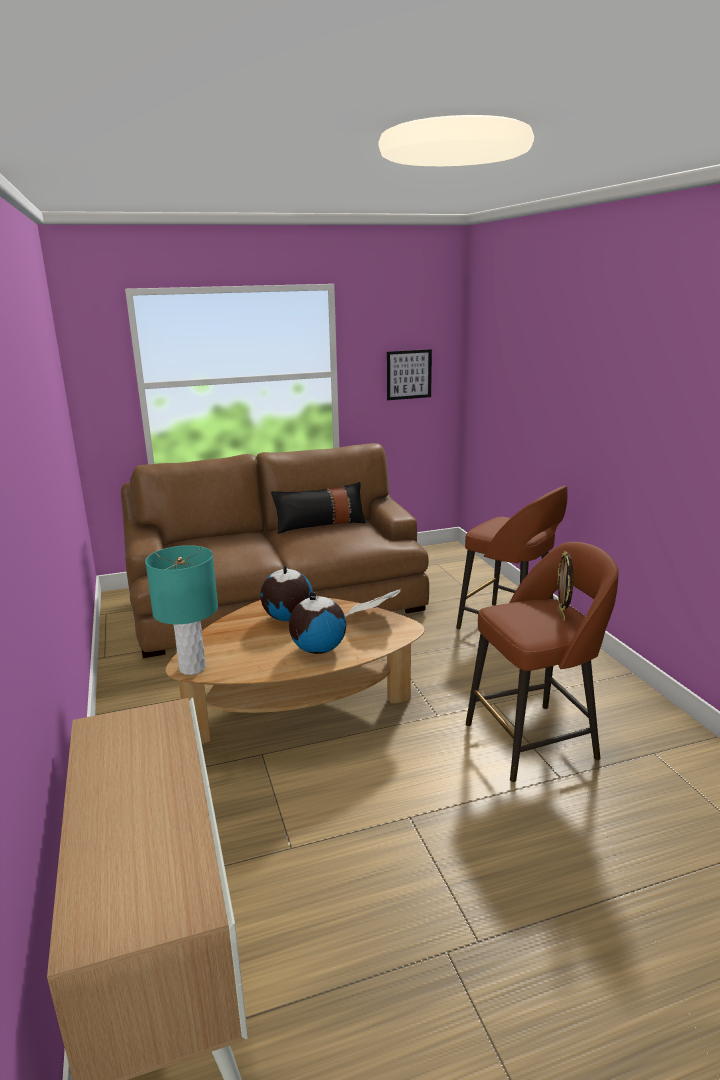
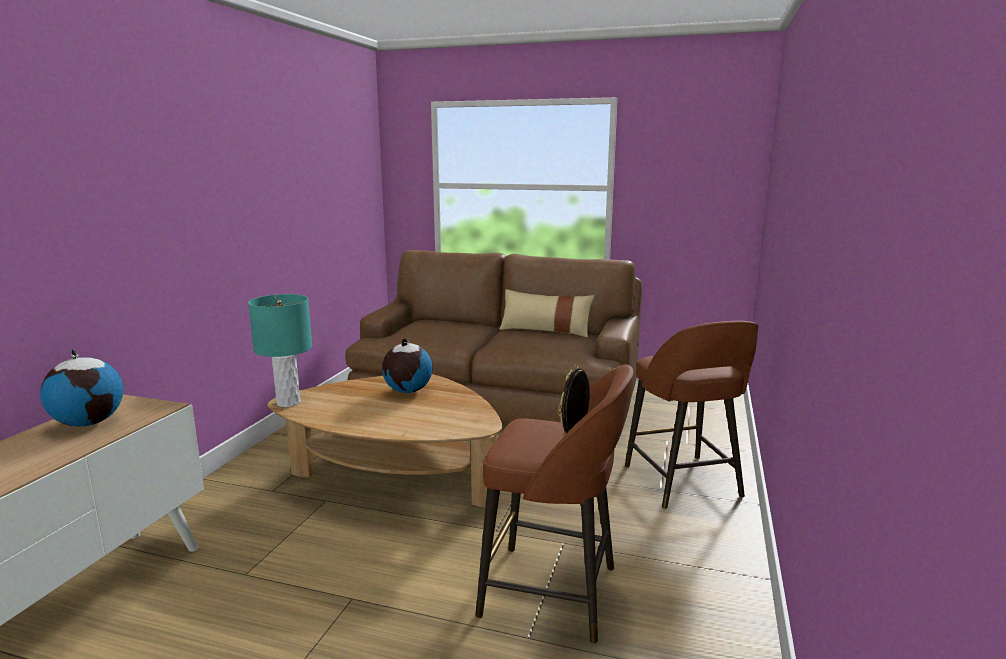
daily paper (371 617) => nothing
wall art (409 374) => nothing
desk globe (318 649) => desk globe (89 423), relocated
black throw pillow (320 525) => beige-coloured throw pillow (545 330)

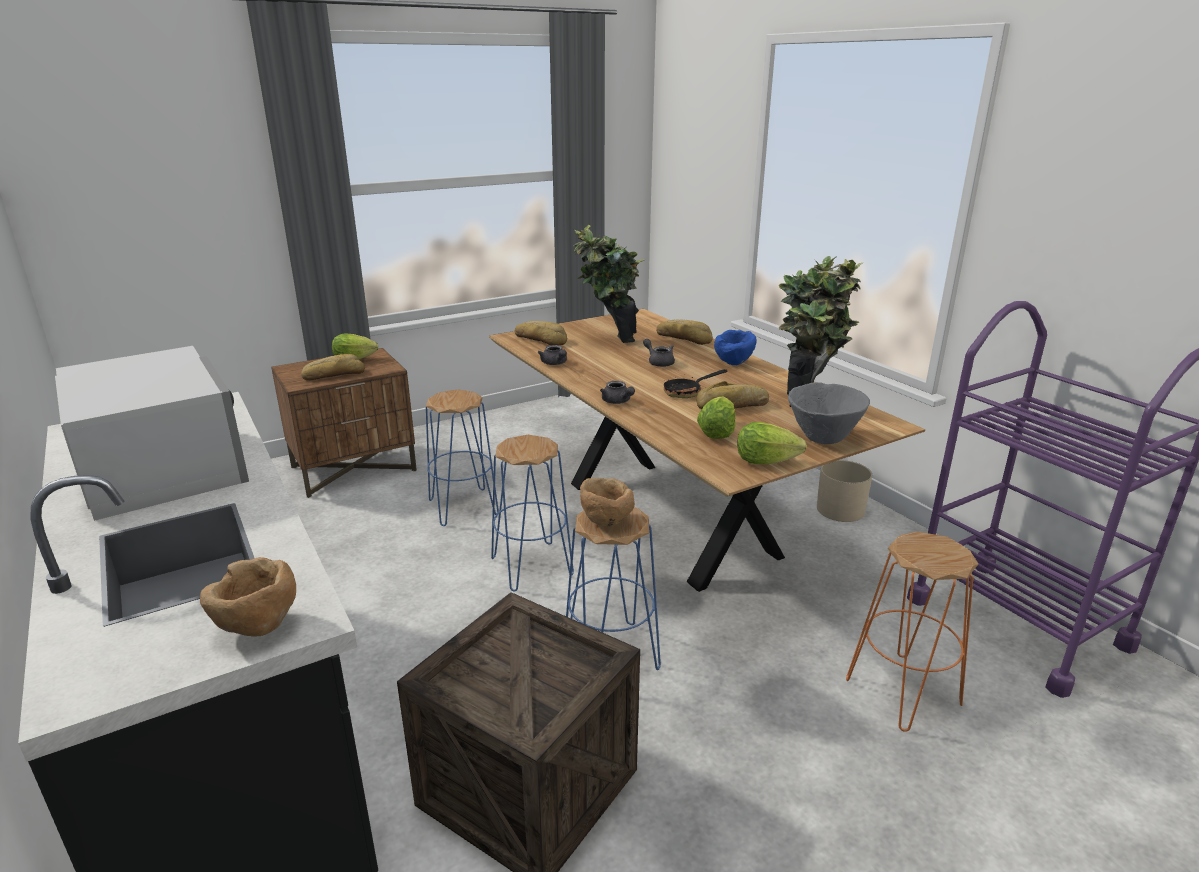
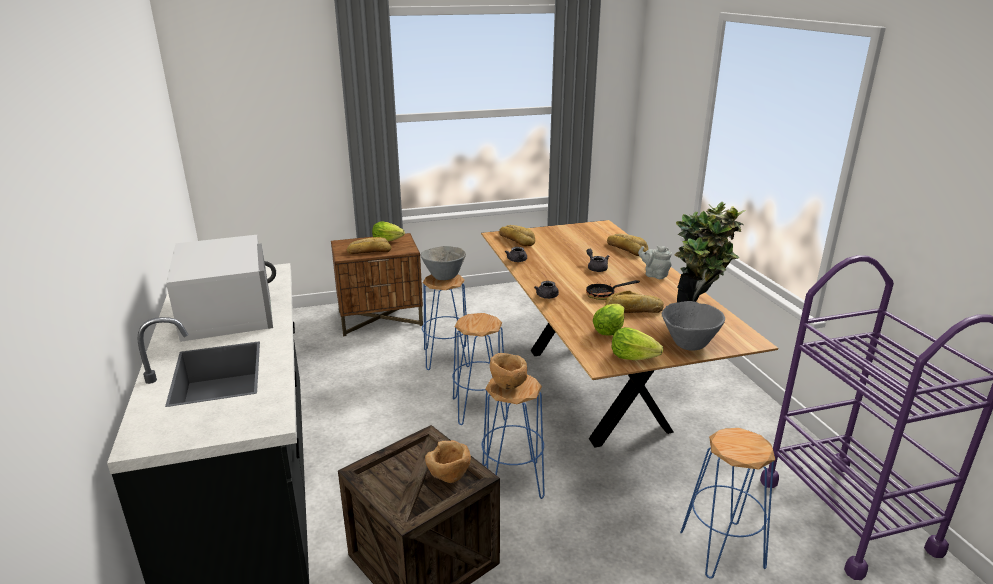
plant in a pot (609 343) => nothing
beige-coloured planter (840 510) => nothing
nothing => greyish deep dish (444 277)
brown-coloured deep dish (257 628) => brown-coloured deep dish (448 477), relocated
blue-coloured deep dish (734 364) => greyish tea pot (654 275)
orangey stool (902 692) => blue-coloured stool (721 549)

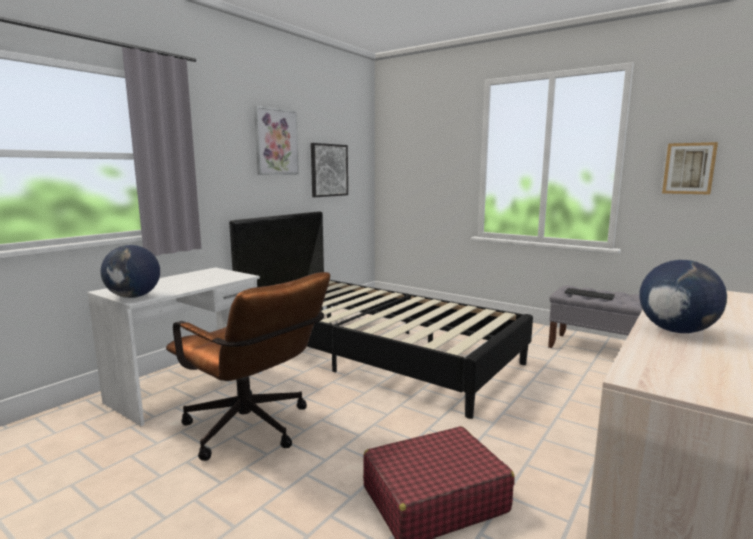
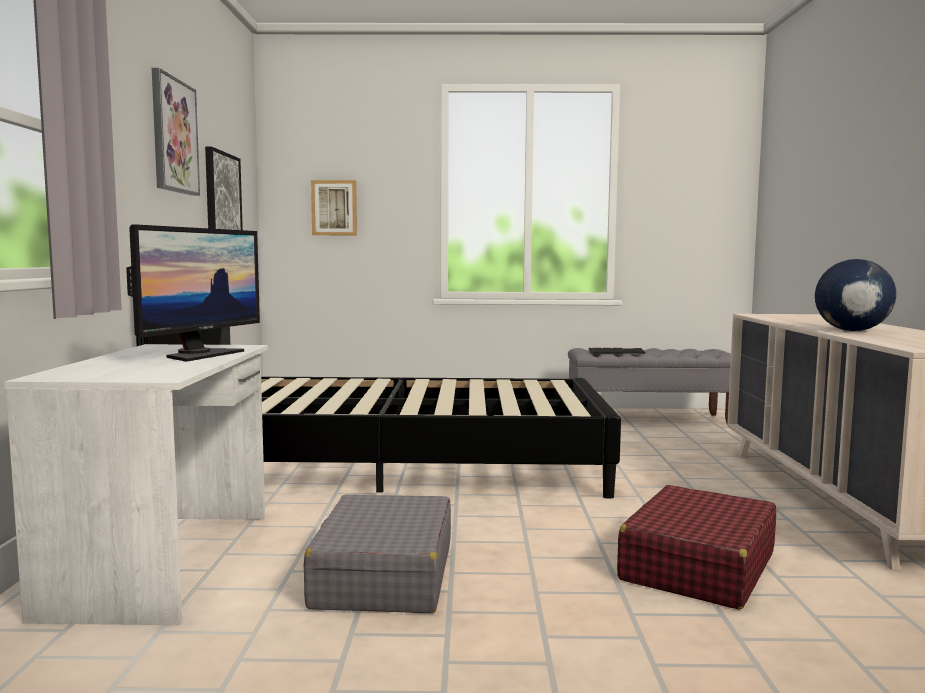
desk globe (134 297) => nothing
nothing => computer display (200 355)
wall art (689 168) => wall art (334 208), relocated
brown-coloured office chair (253 430) => greyish piece of luggage (383 576)

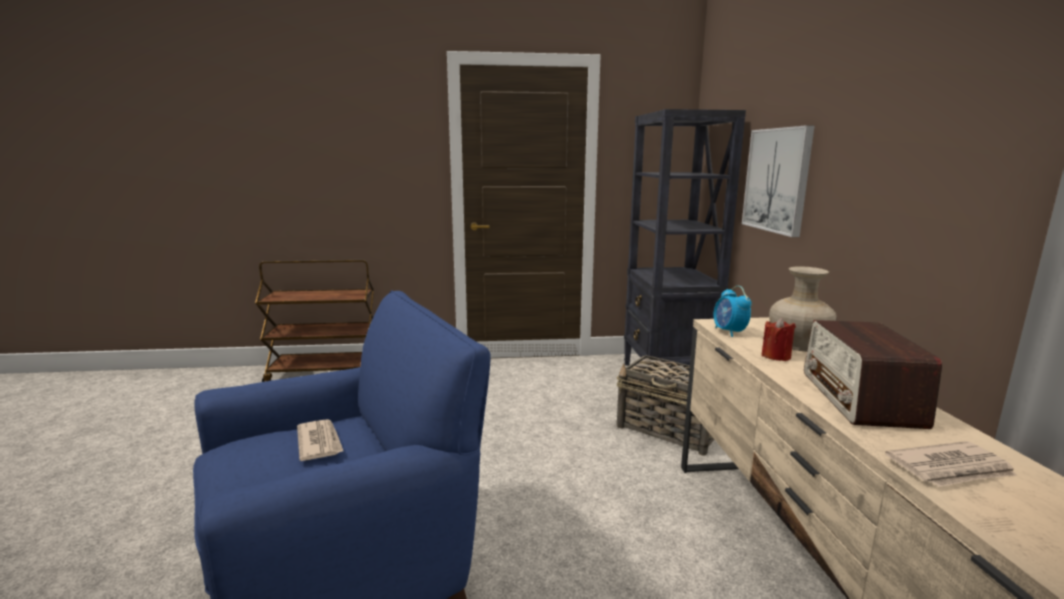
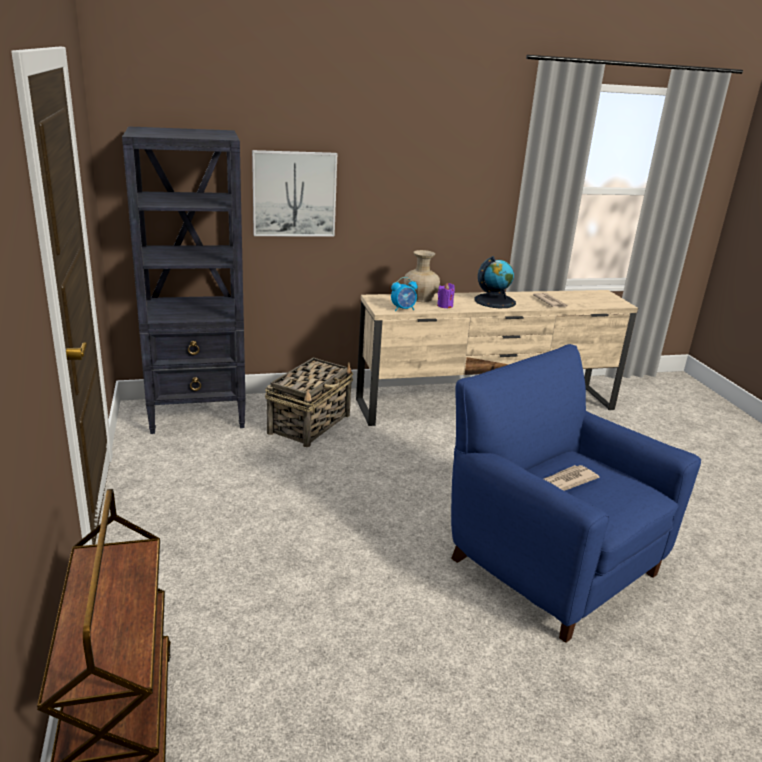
radio (860 399) => desk globe (494 301)
red-coloured wax light (776 356) => purplish wax light (445 306)

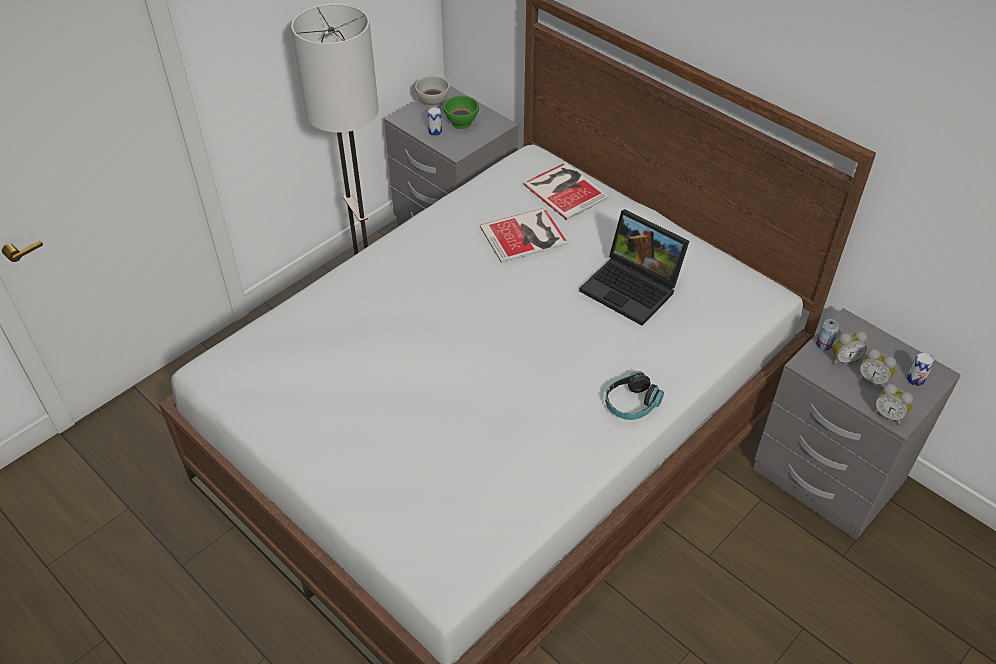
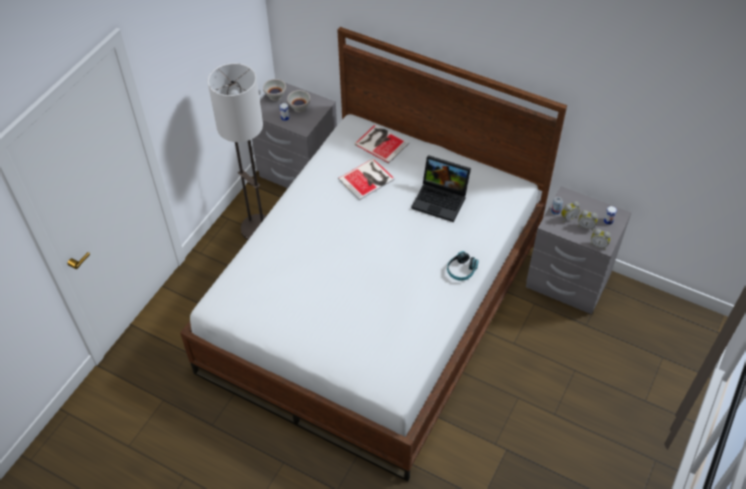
greenish deep dish (462 123) => whitish deep dish (300 108)

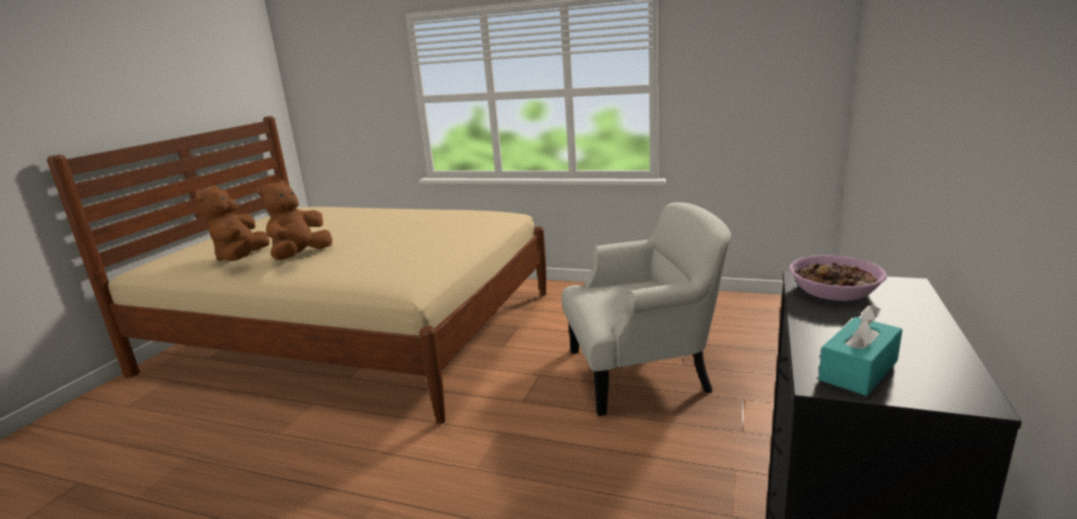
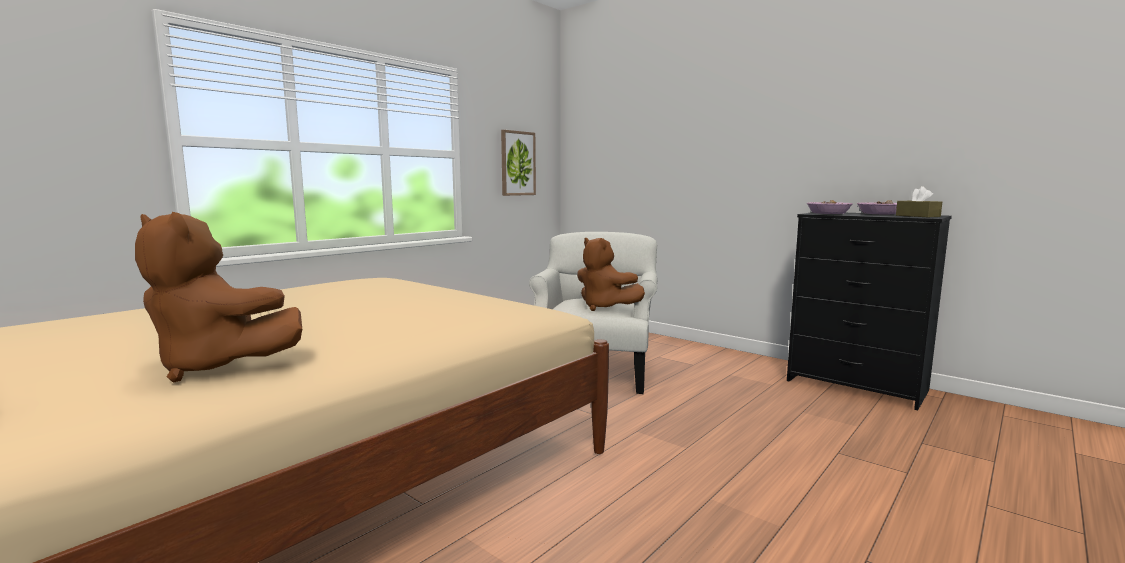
nothing => wall art (517 163)
nothing => deep dish (880 213)
brown-coloured plush toy (300 256) => brown-coloured plush toy (605 307), relocated
turquoise-coloured box of tissues (858 370) => brown-coloured box of tissues (917 216)

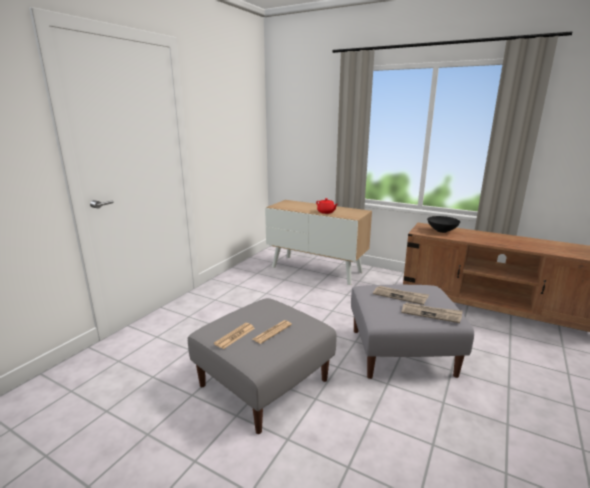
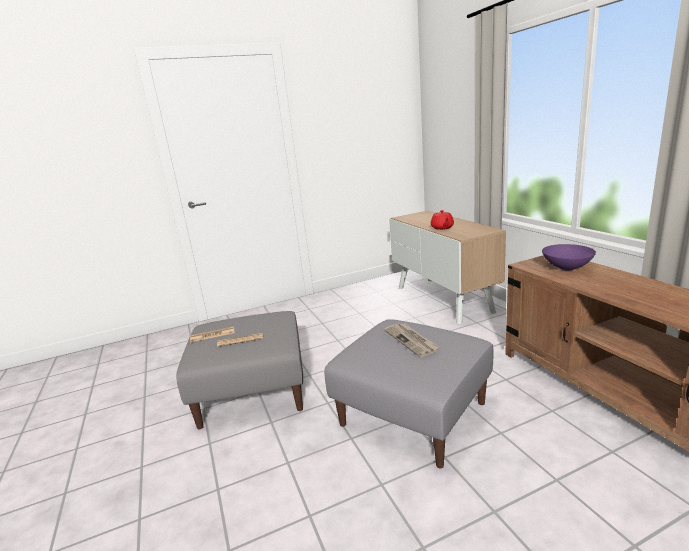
daily paper (431 314) => nothing
black deep dish (441 231) => purplish deep dish (566 268)

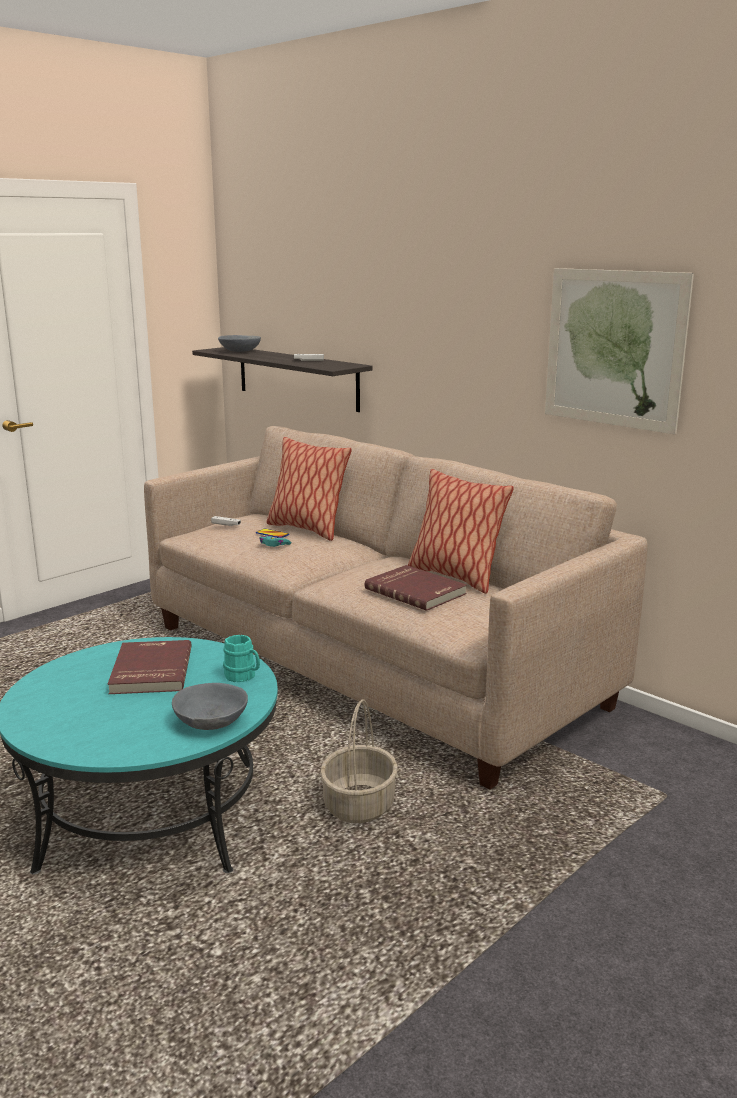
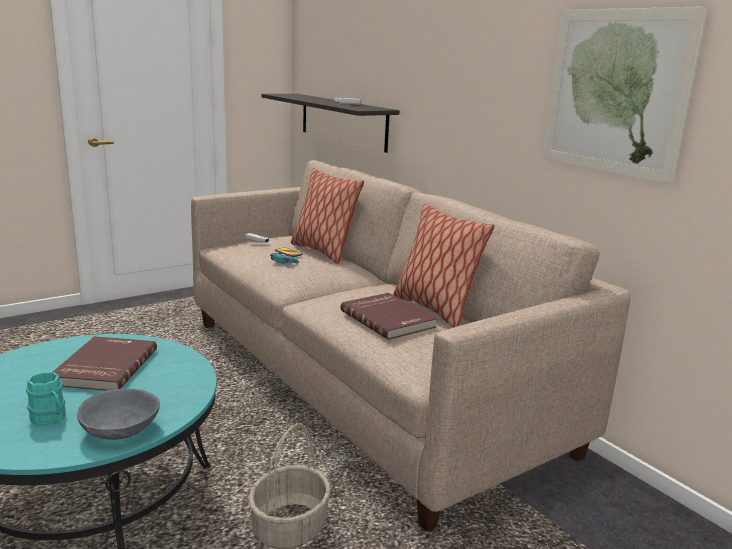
greyish deep dish (239 351) => nothing
turquoise-coloured tea mug (243 676) => turquoise-coloured tea mug (50 419), relocated

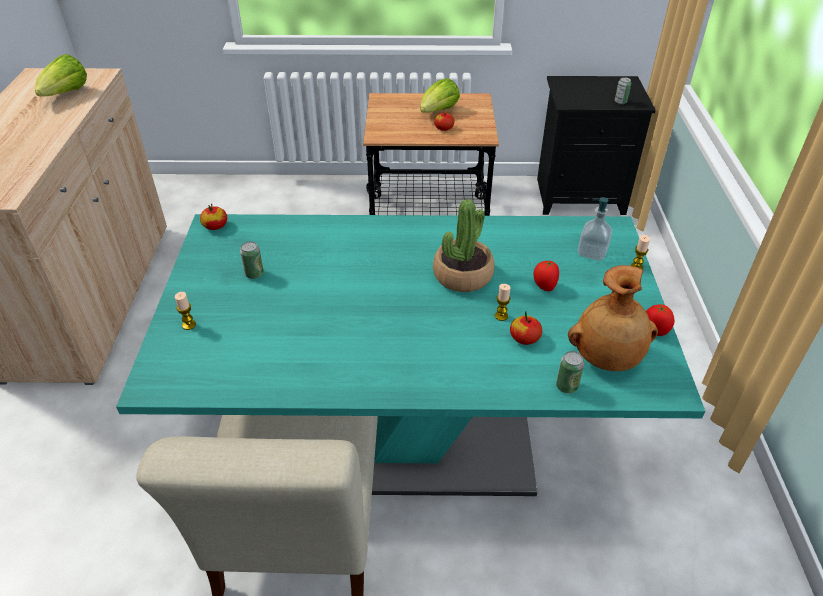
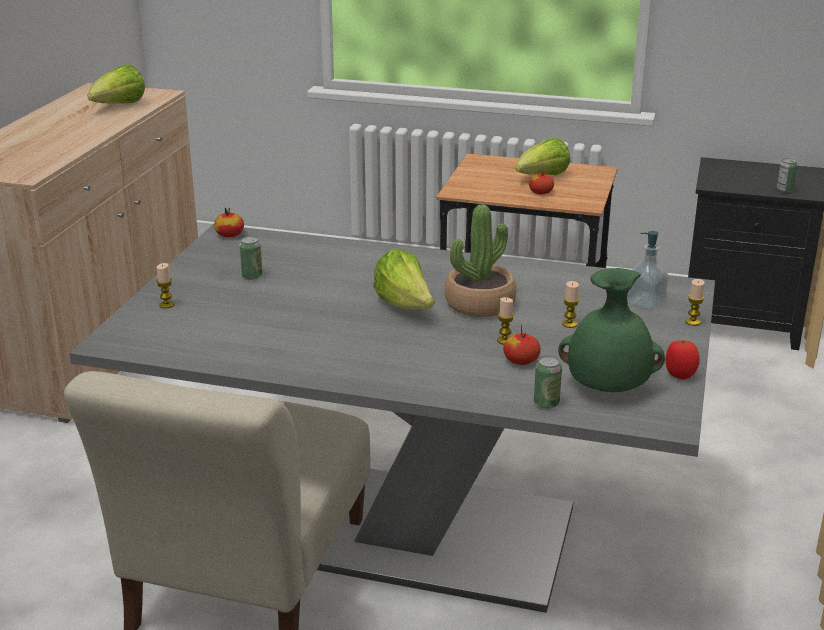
nothing => lettuce head (405 306)
whole tomato (544 286) => wax light (569 324)
turquoise-coloured kitchen table (411 439) => greyish kitchen table (411 531)
brown-coloured vase (607 358) => greenish vase (608 388)

